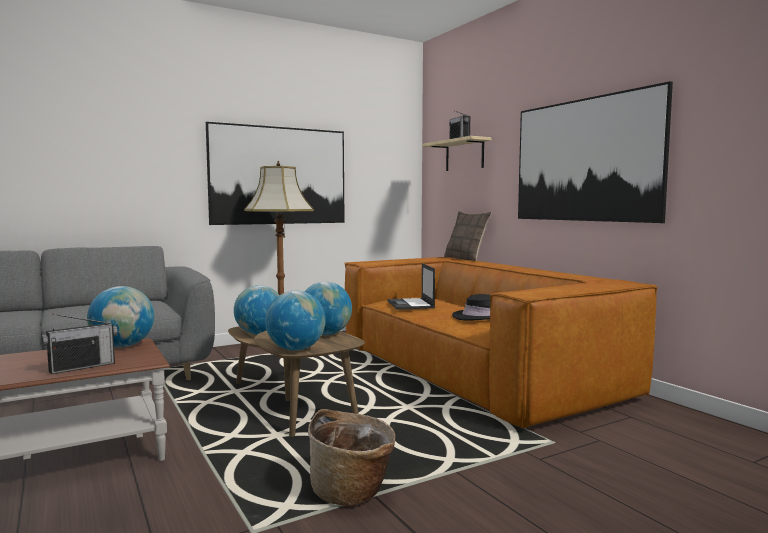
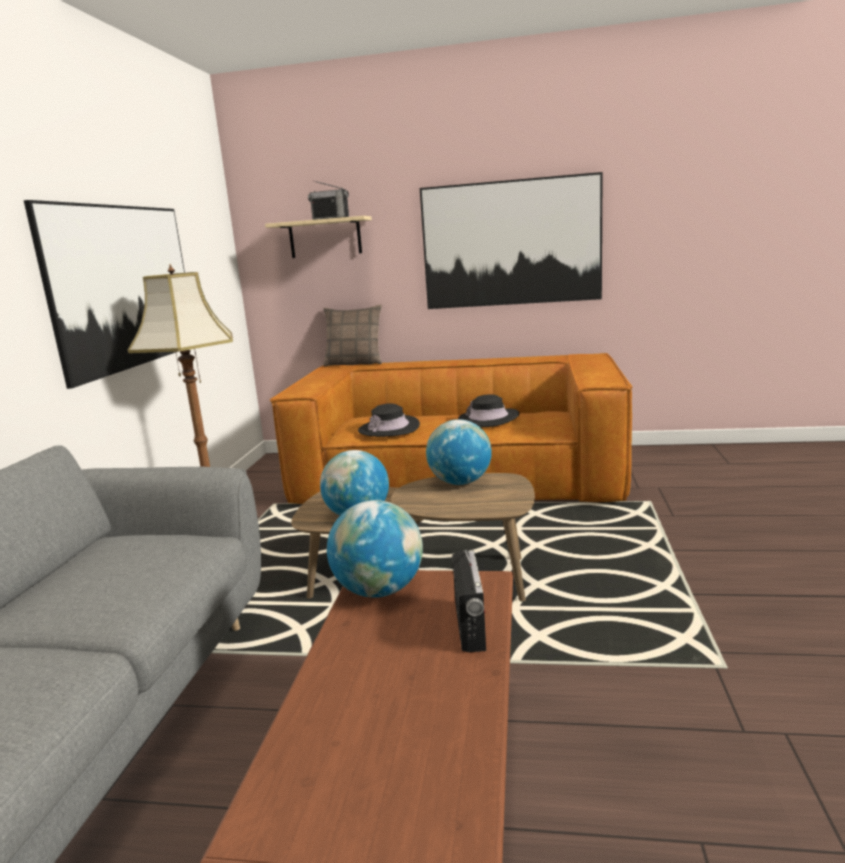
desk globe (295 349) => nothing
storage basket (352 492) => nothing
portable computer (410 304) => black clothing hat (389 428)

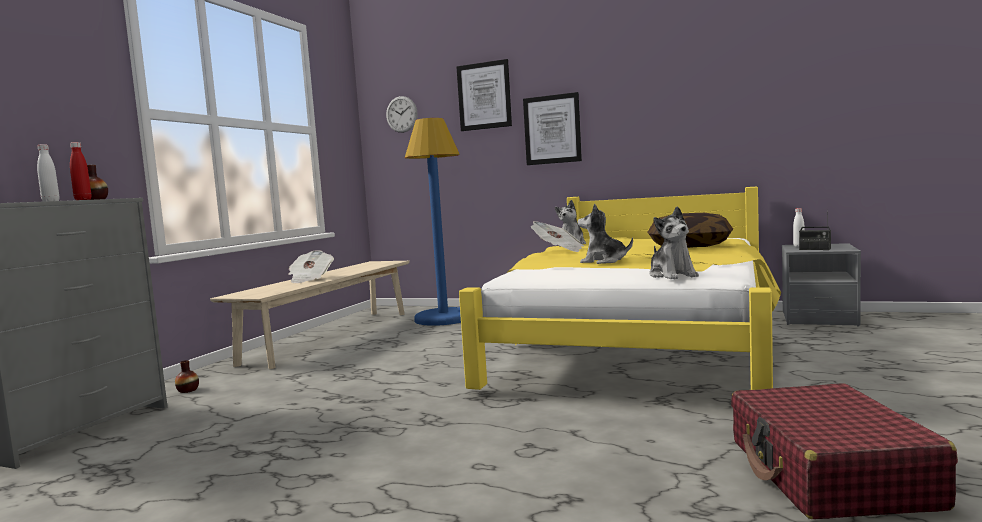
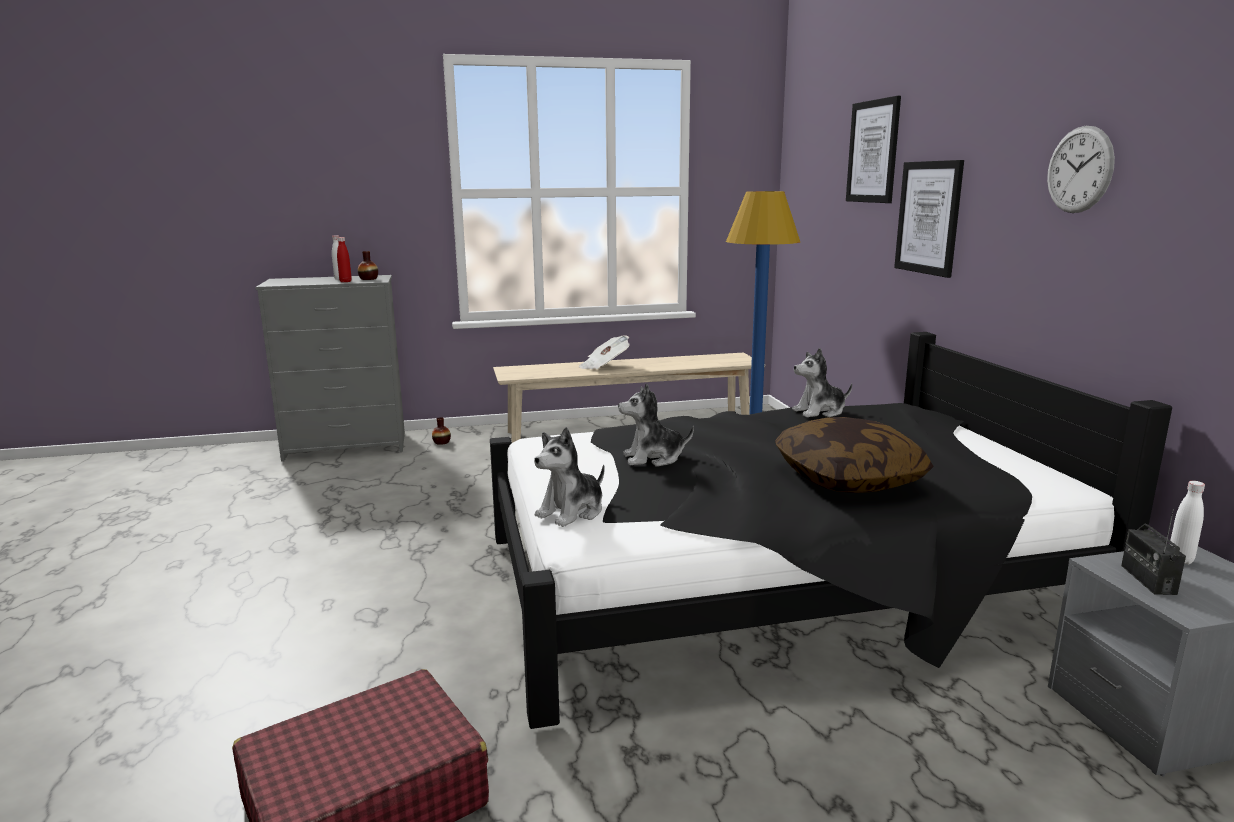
daily paper (558 251) => nothing
clock on the wall (401 114) => clock on the wall (1079 170), relocated
yellow bed (639 345) => black bed (768 587)
plush toy (603 261) => plush toy (653 458), 90 degrees counterclockwise

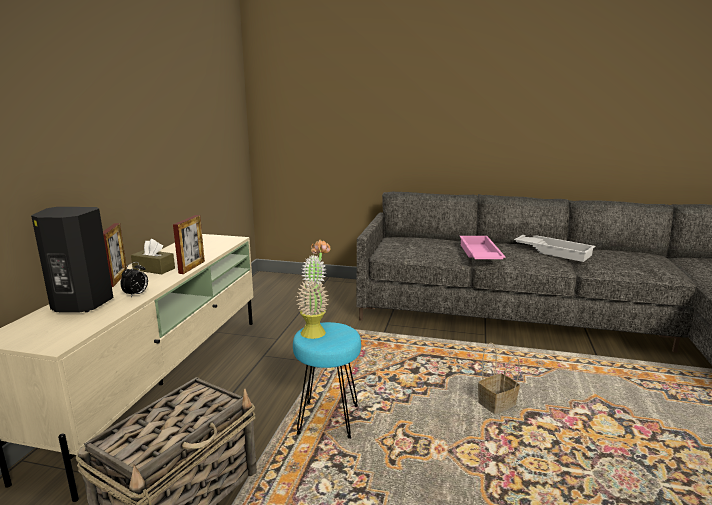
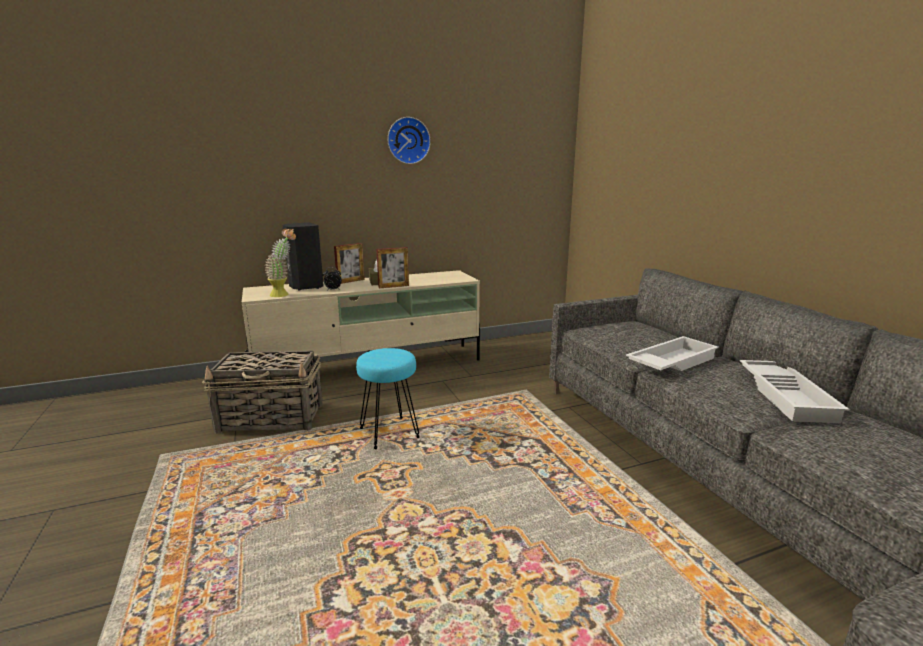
storage basket (497 403) => nothing
nothing => clock on the wall (408 140)
plant in a pot (315 330) => plant in a pot (284 294), relocated
pink-coloured carrying tray (478 254) => whitish carrying tray (670 362)

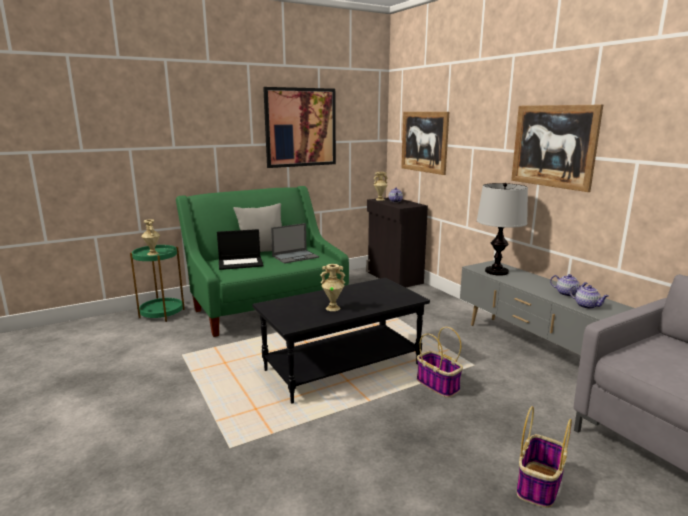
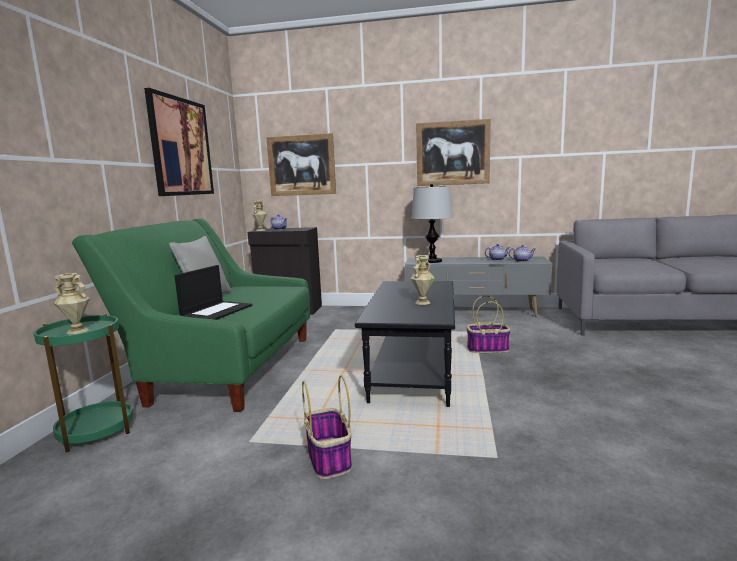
portable computer (296 256) => nothing
storage basket (539 485) => storage basket (329 459), relocated

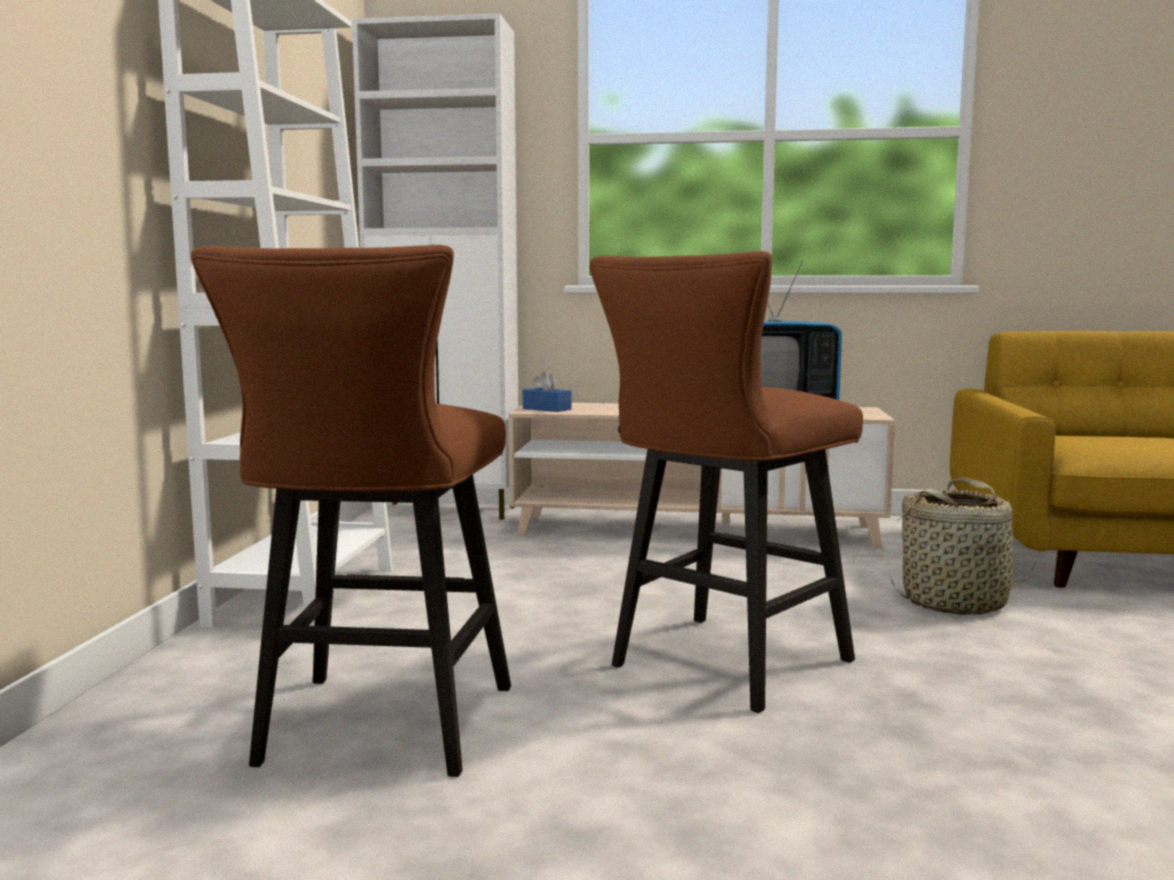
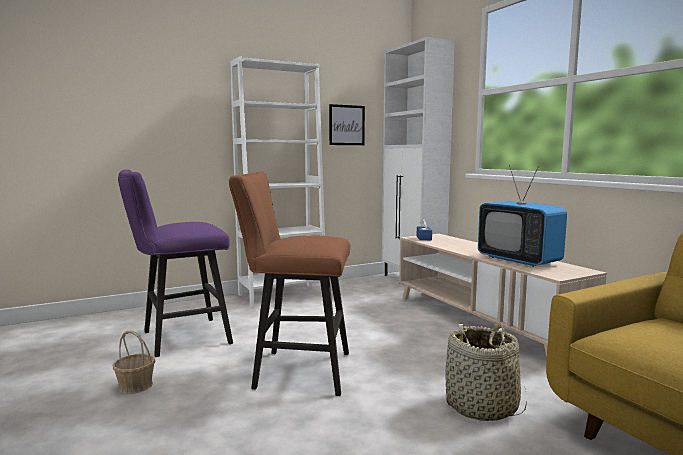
nothing => storage basket (135 386)
nothing => wall art (346 125)
brown-coloured stool (379 732) => purplish stool (179 338)

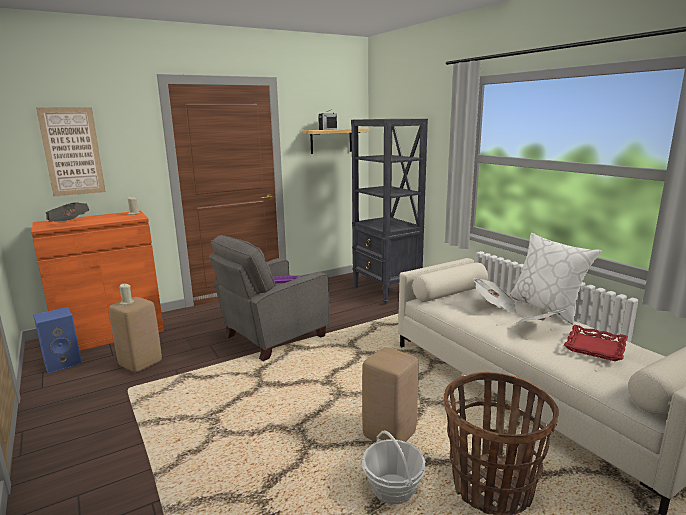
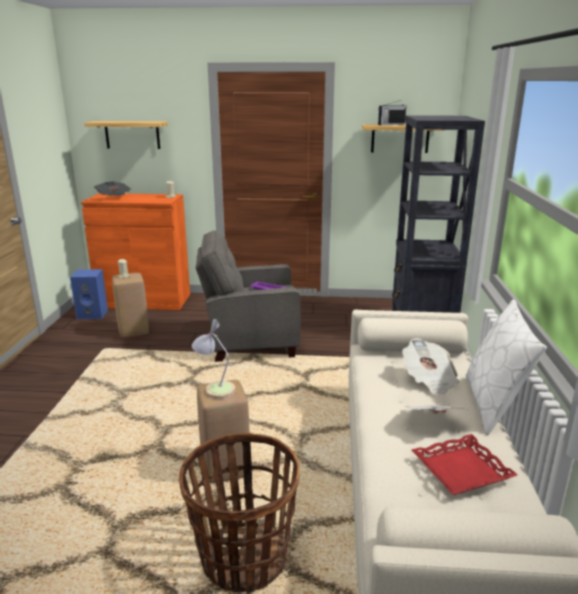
storage basket (393 489) => nothing
nothing => tabletop lamp (214 389)
wall art (72 151) => shelf (132 135)

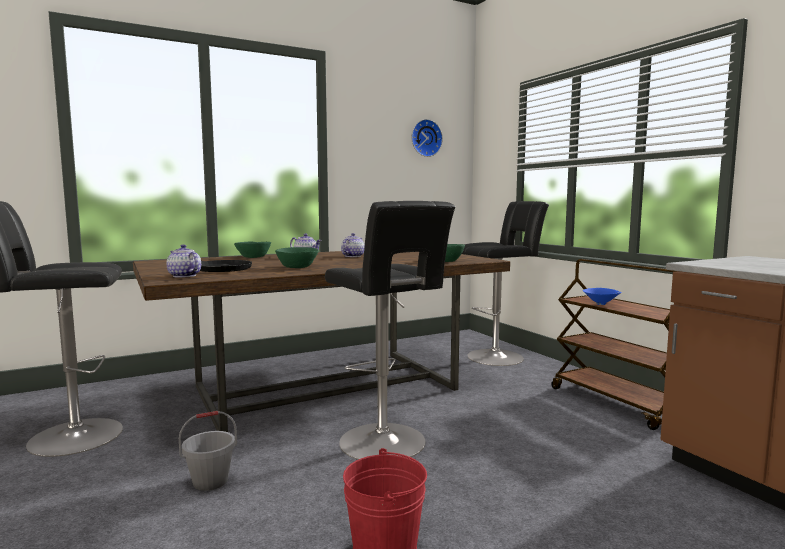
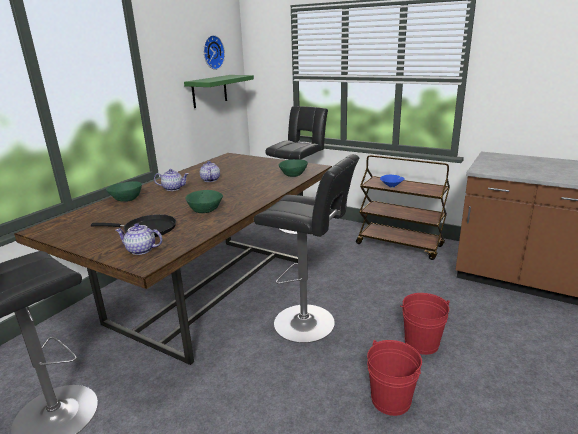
greyish bucket (210 481) => nothing
nothing => greenish shelf (209 91)
nothing => red-coloured bucket (421 343)

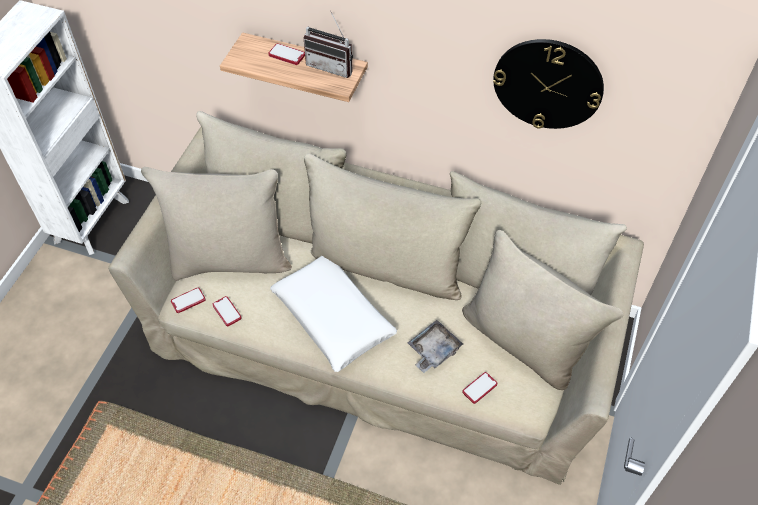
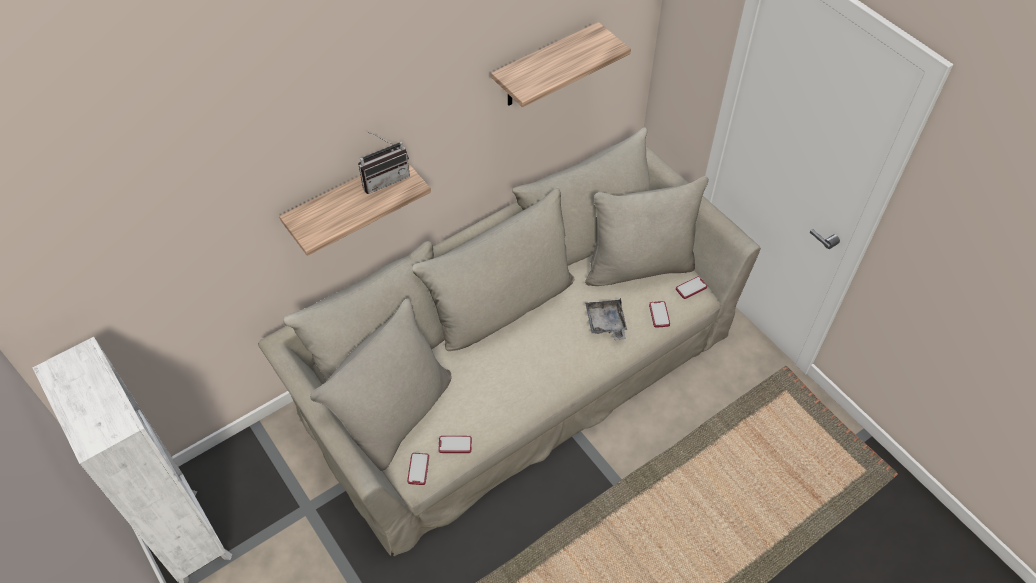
whitish throw pillow (333 317) => nothing
telephone (287 55) => telephone (691 288), relocated
clock on the wall (548 84) => shelf (545 66)

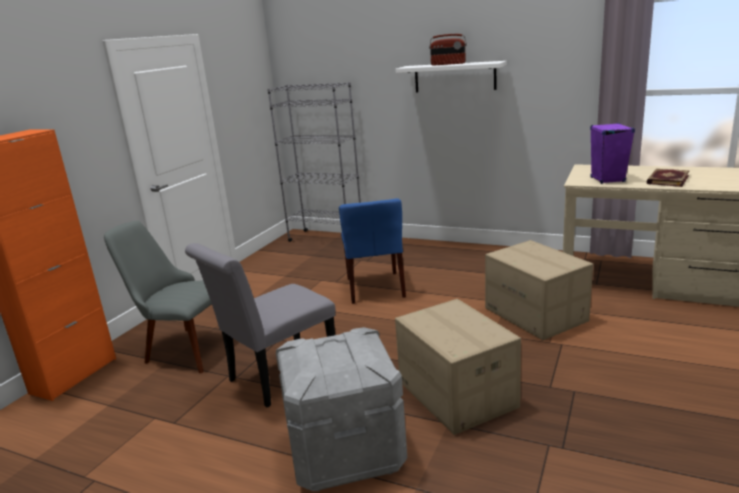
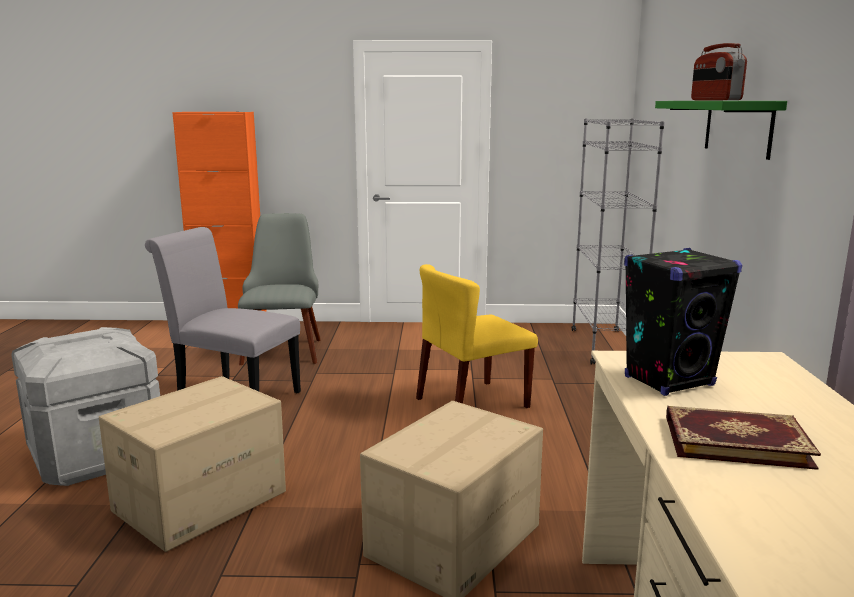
blue-coloured upright chair (375 287) => yellow upright chair (471 403)
whitish shelf (454 77) => greenish shelf (737 127)
purplish loudspeaker (607 179) => black loudspeaker (669 381)

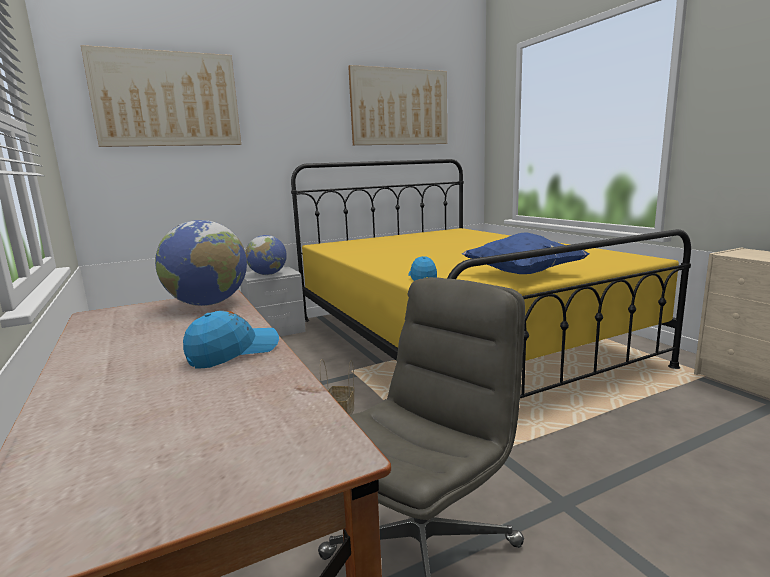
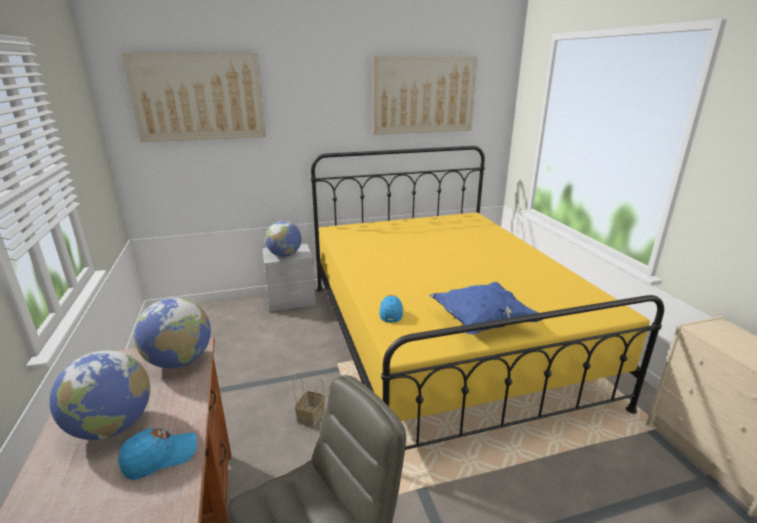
nothing => desk globe (112 426)

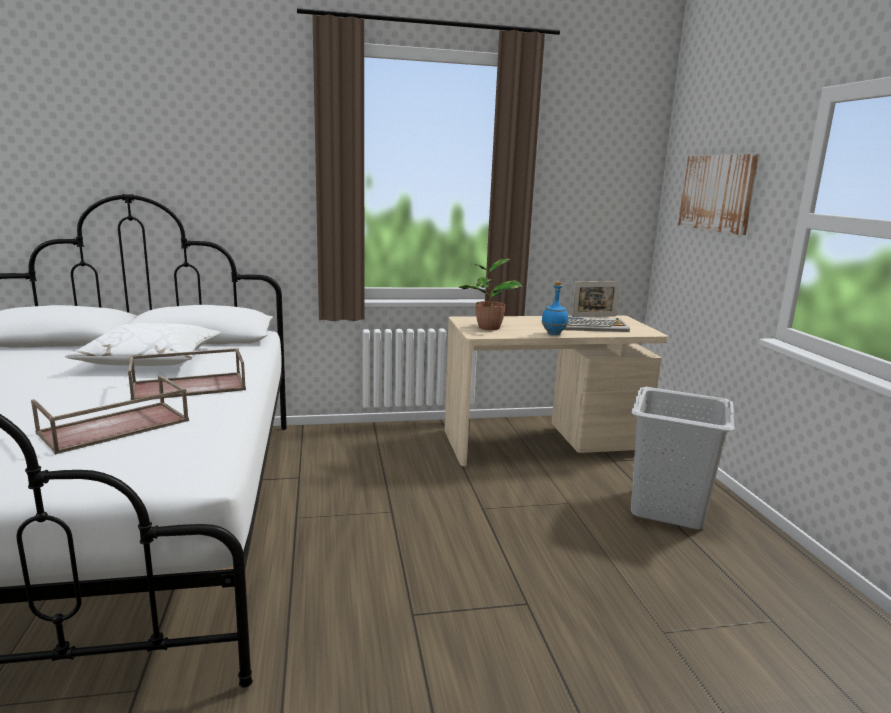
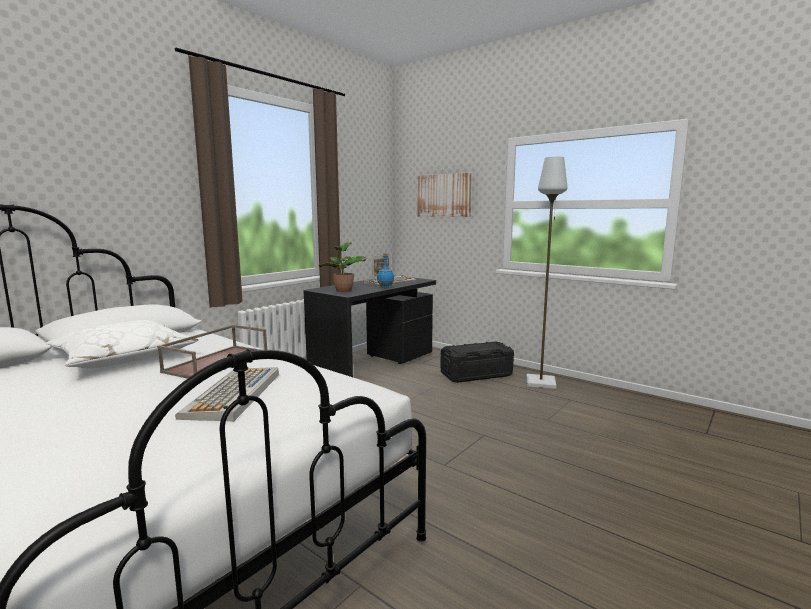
nothing => greyish standard lamp (541 382)
brown-coloured carrying tray (114 427) => keyboard (234 395)
greyish hamper (668 509) => black storage box (476 374)
beige-coloured desk (544 442) => black desk (375 364)

